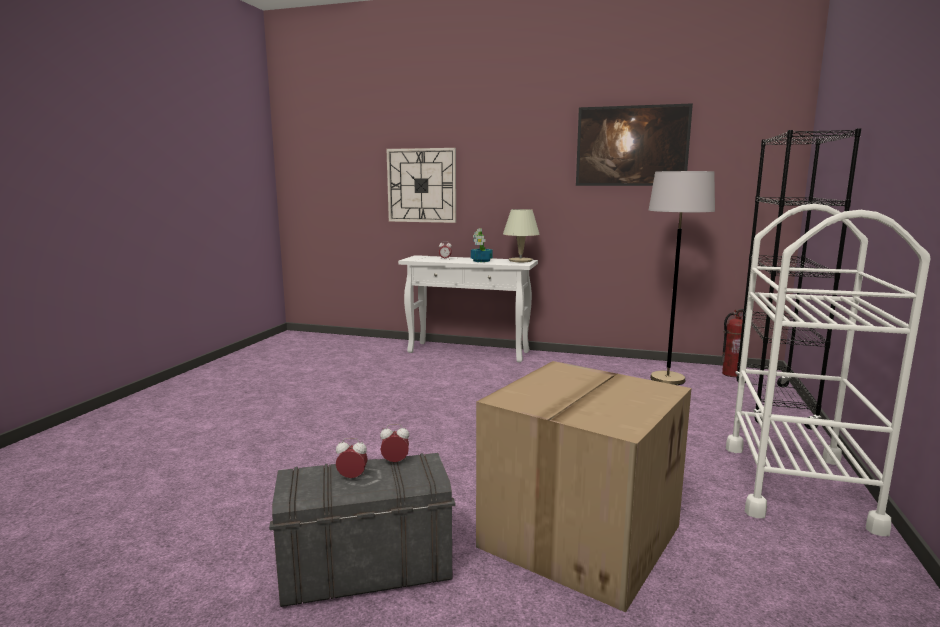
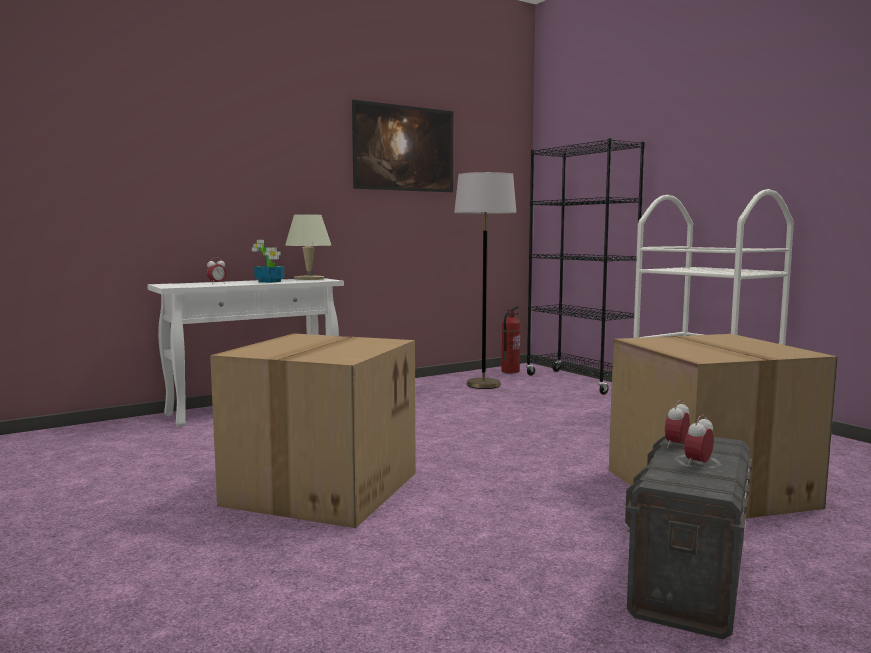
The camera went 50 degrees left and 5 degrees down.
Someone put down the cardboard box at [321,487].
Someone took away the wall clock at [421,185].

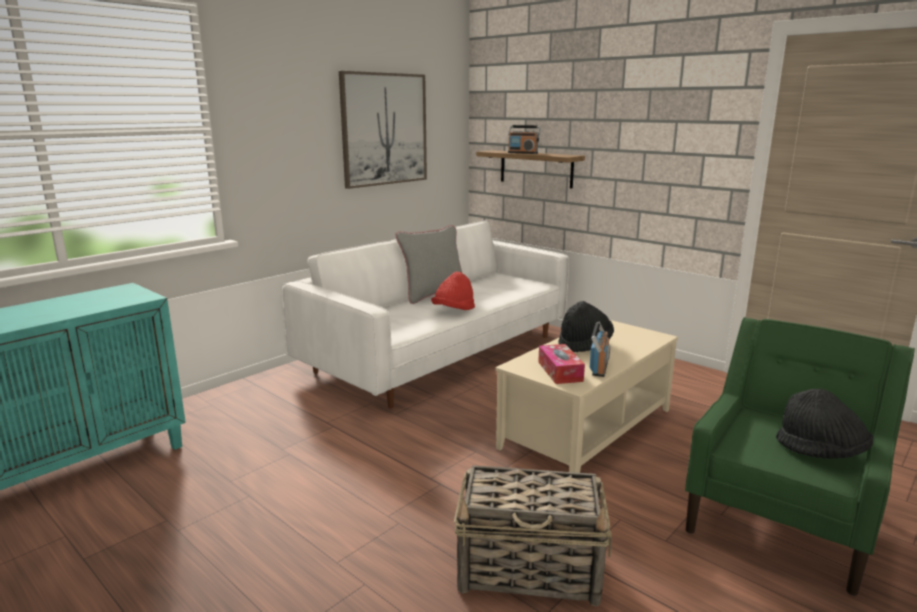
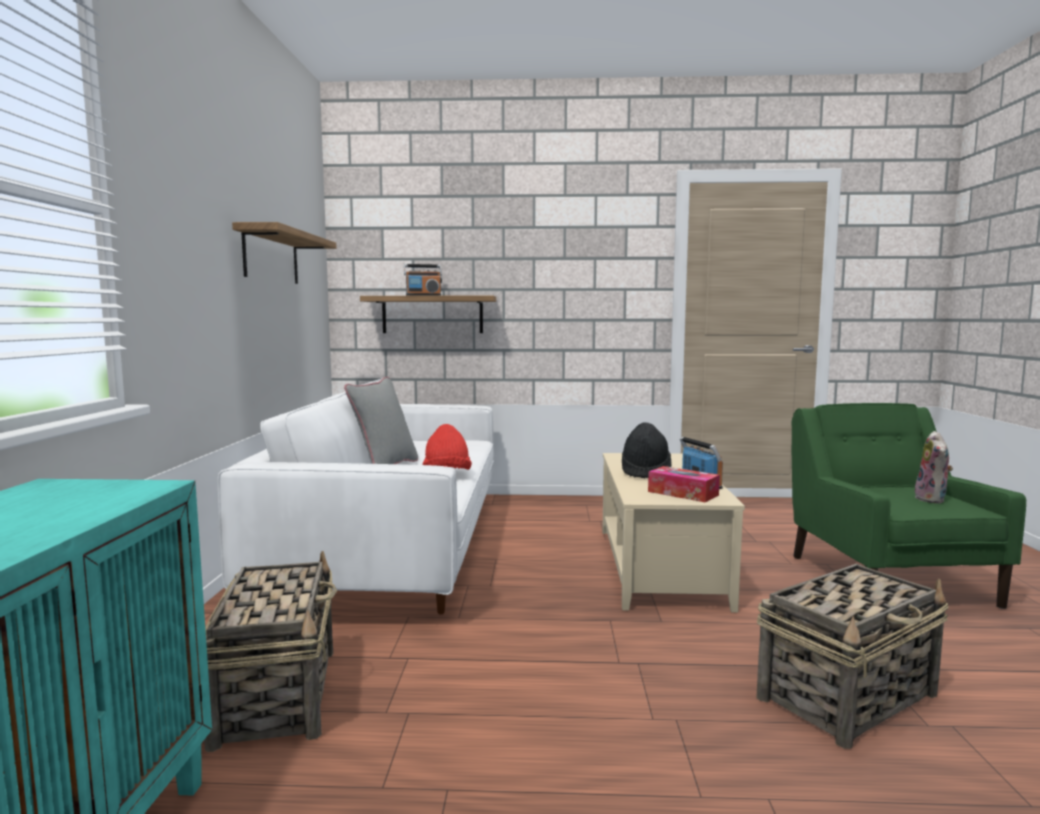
The camera went 40 degrees left and 10 degrees down.
Someone put down the basket at [278,694].
Someone swapped the picture at [384,129] for the shelf at [271,257].
Someone swapped the hat/black at [821,452] for the plush toy at [933,499].

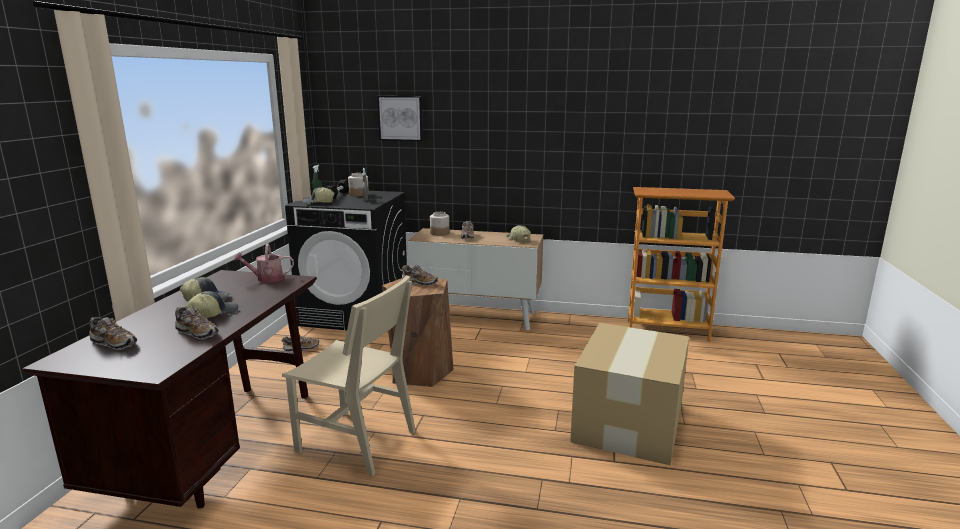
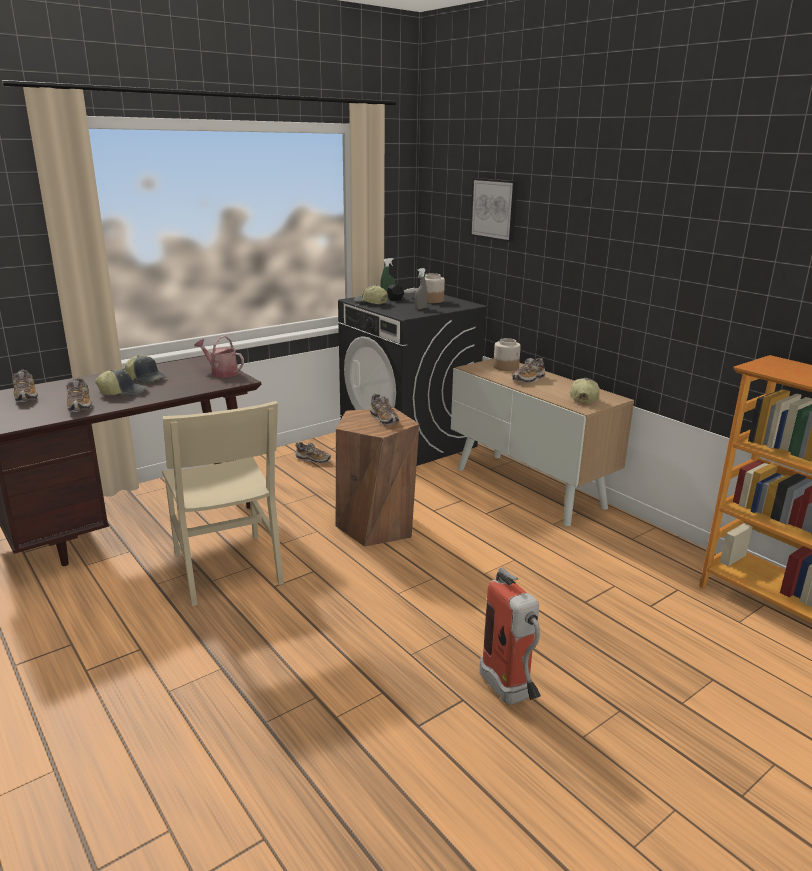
The camera went 40 degrees right and 5 degrees up.
Someone swapped the cardboard box at [629,422] for the fire extinguisher at [510,694].

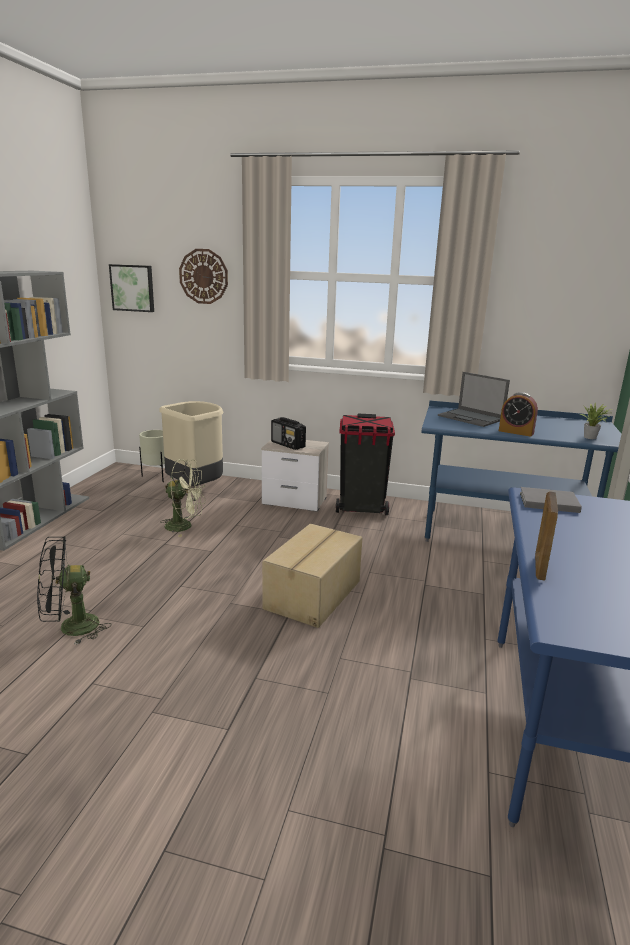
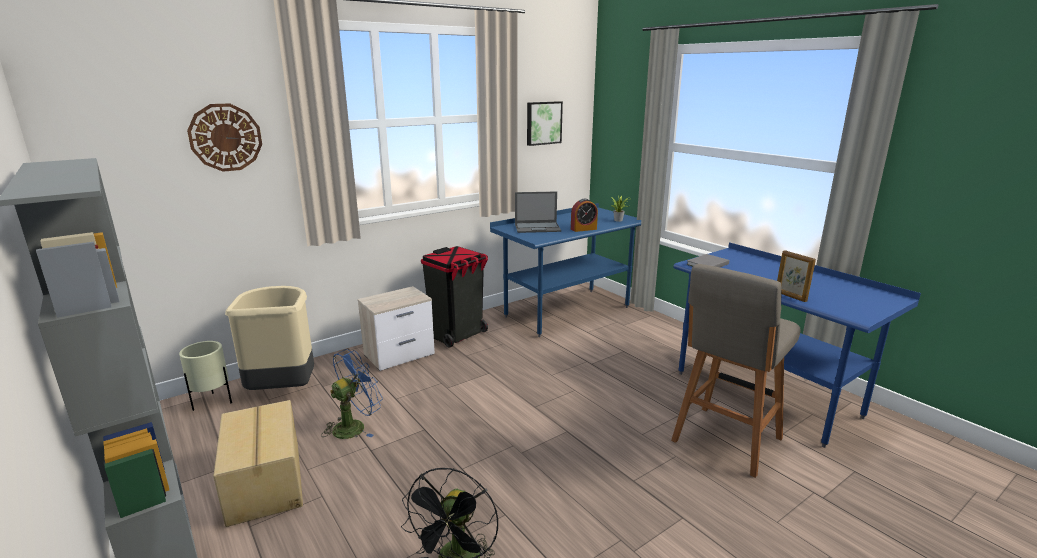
The camera went 50 degrees left and 0 degrees up.
Someone carried the cardboard box from [314,595] to [266,481].
Someone repainted the fan/green at [185,526], which became the fan/blue at [354,426].
Someone carried the picture from [133,288] to [543,123].
Someone put down the stool/grey at [725,441].
Someone took away the radio at [288,445].

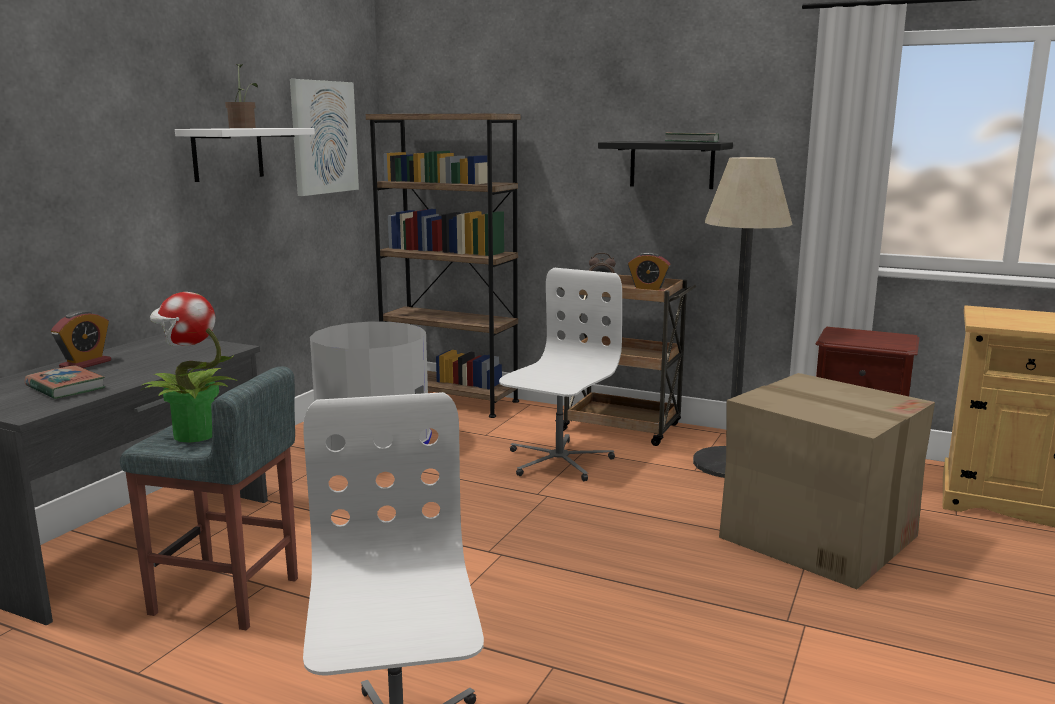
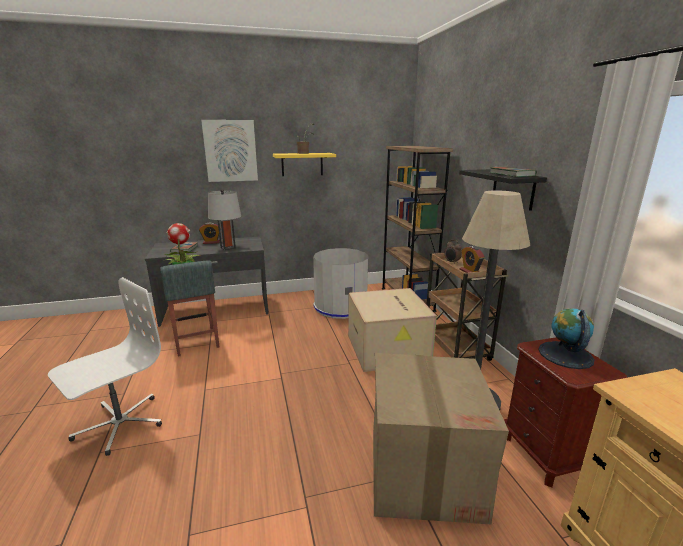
The camera went 50 degrees right and 5 degrees up.
Someone carried the picture from [323,137] to [230,151].
Someone put down the table lamp/grey at [228,247].
Someone repainted the shelf/white at [228,153], which became the shelf/yellow at [302,164].
Someone swapped the office chair/white at [558,461] for the cardboard box at [389,349].
Someone put down the globe at [565,355].

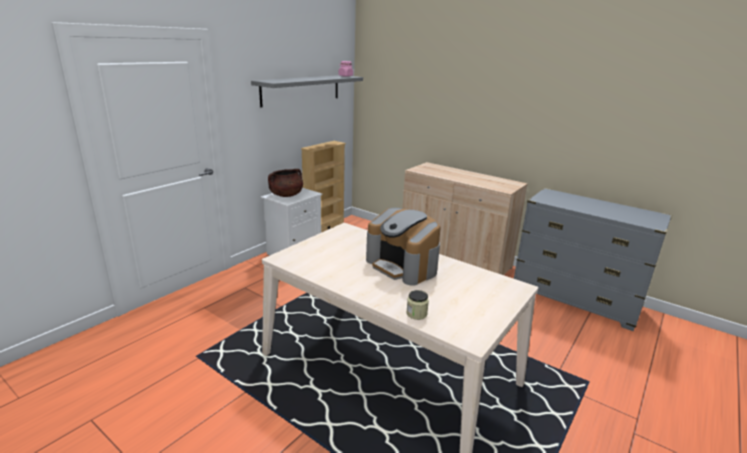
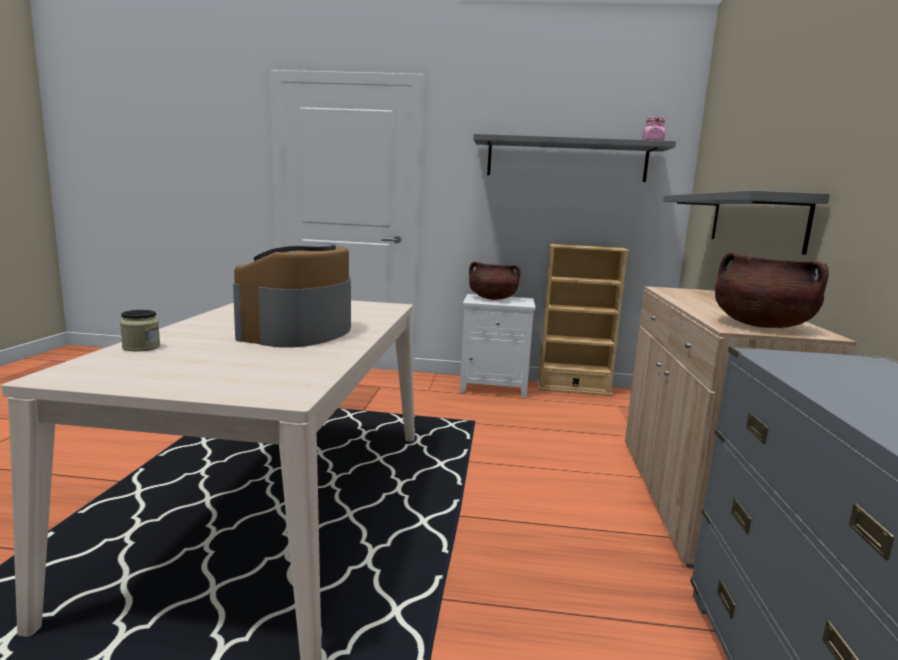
The camera went 60 degrees right and 10 degrees down.
Someone put up the shelf/grey at [754,220].
Someone put down the cooking pot/brown at [760,325].

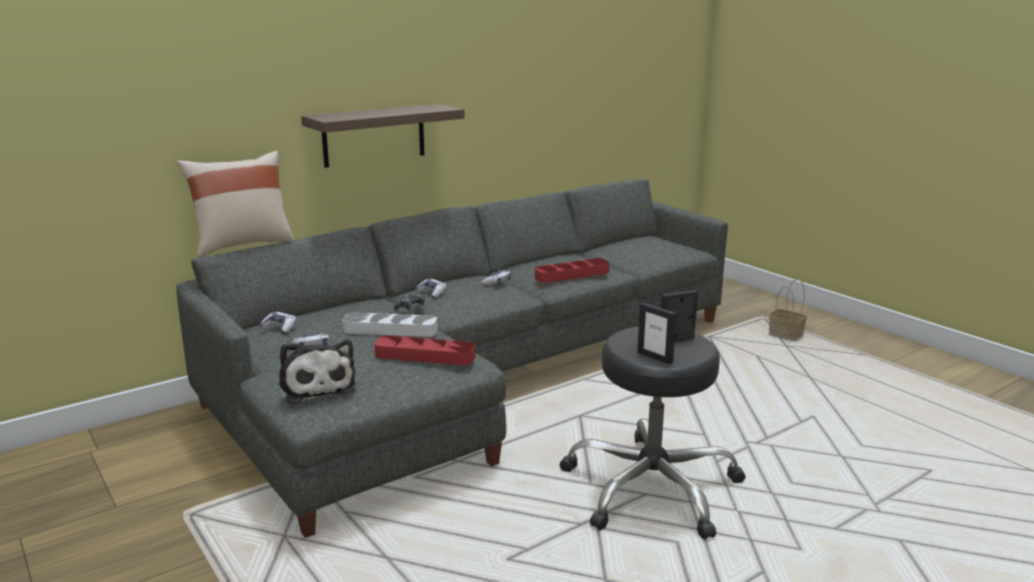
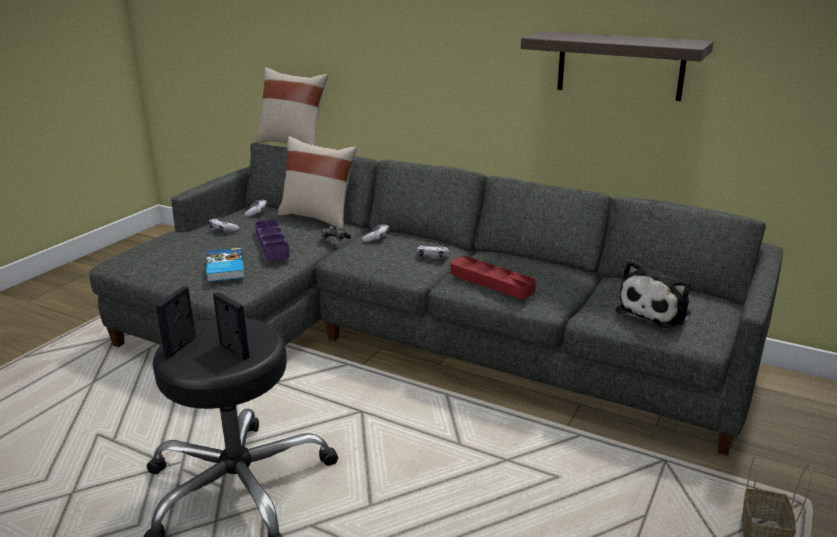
The camera went 65 degrees right and 5 degrees up.
Someone swapped the tray/red at [425,356] for the book at [224,268].
Someone repainted the tray/grey at [390,330], which became the tray/purple at [272,244].
Someone put down the pillow/beige at [318,217].
Someone carried the shelf from [374,135] to [620,65].
Someone carried the plush toy from [317,386] to [656,311].

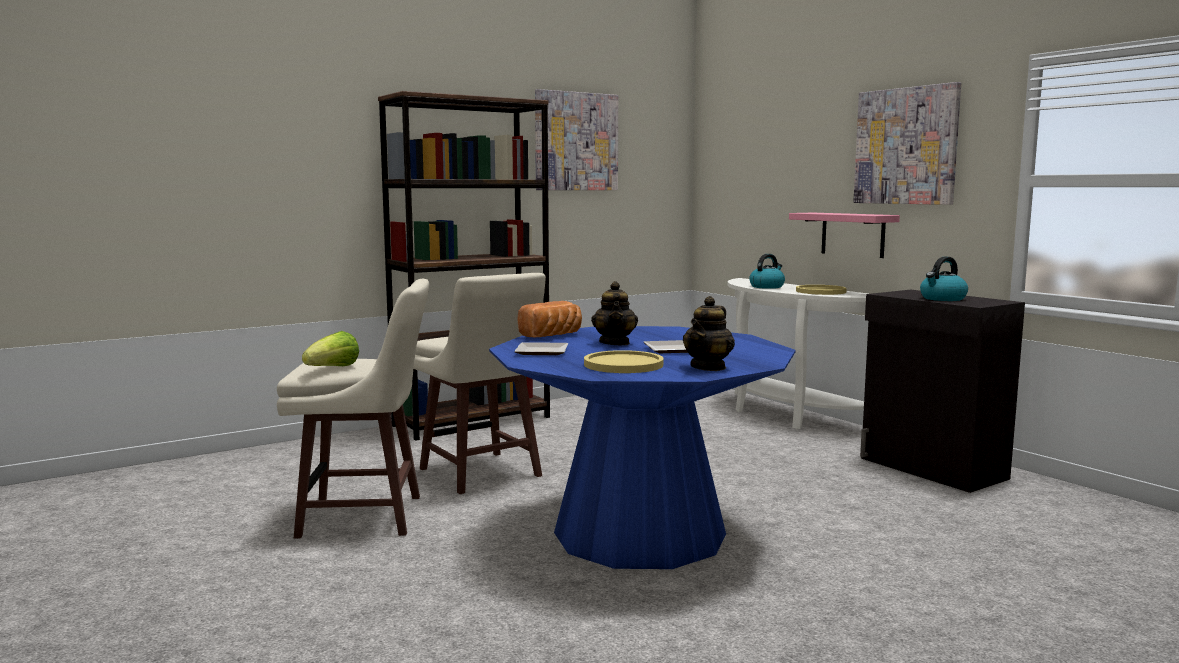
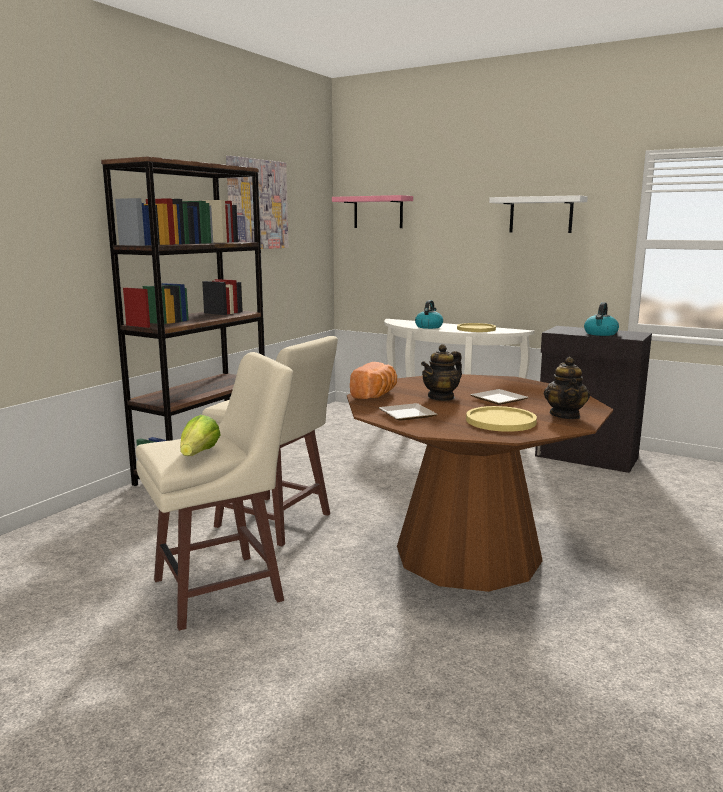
The camera went 25 degrees left and 5 degrees up.
Someone carried the shelf/pink from [853,234] to [378,212].
Someone repainted the dining table/blue at [639,533], which became the dining table/brown at [468,553].
Someone rotated the teapot at [615,343] by 75 degrees clockwise.
Someone swapped the picture at [906,146] for the shelf/white at [541,215].

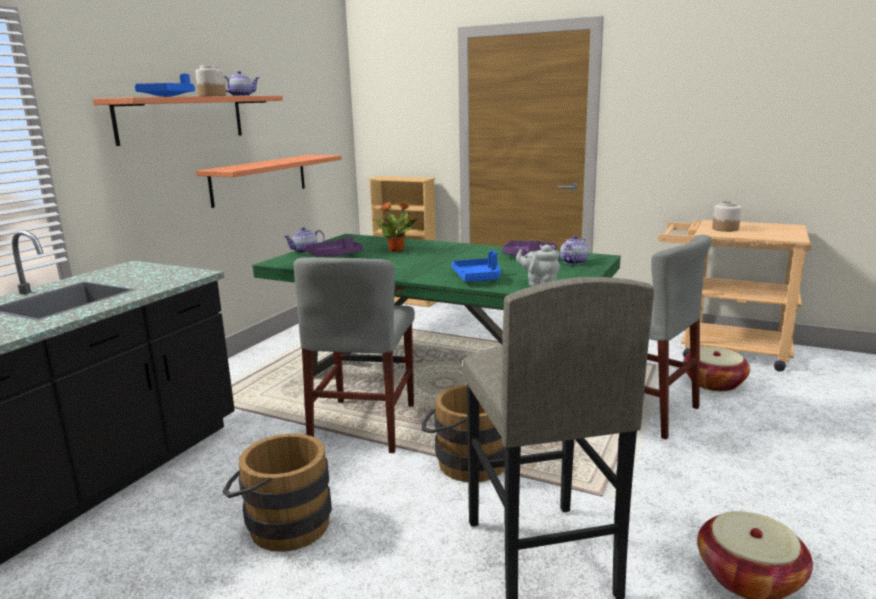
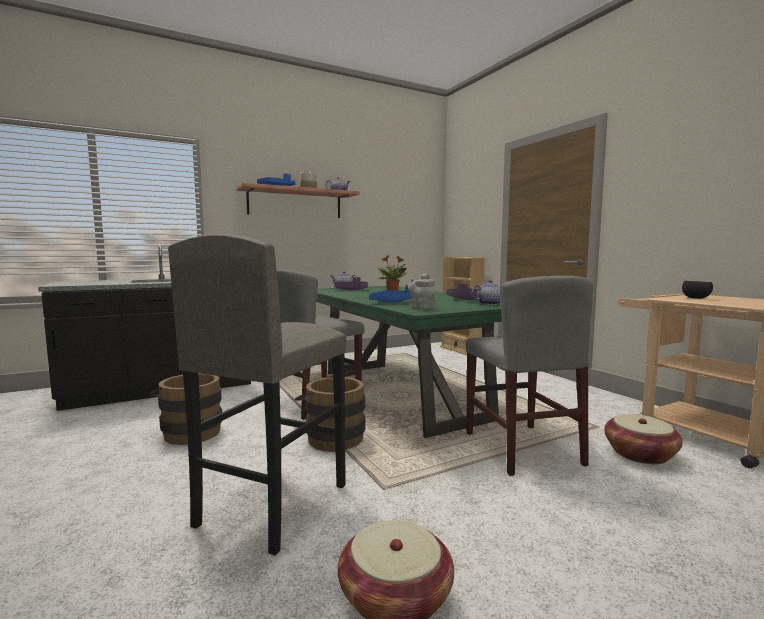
The camera went 35 degrees right and 10 degrees down.
Someone swapped the jar at [725,229] for the bowl/black at [696,298].
Someone took away the shelf at [260,179].

